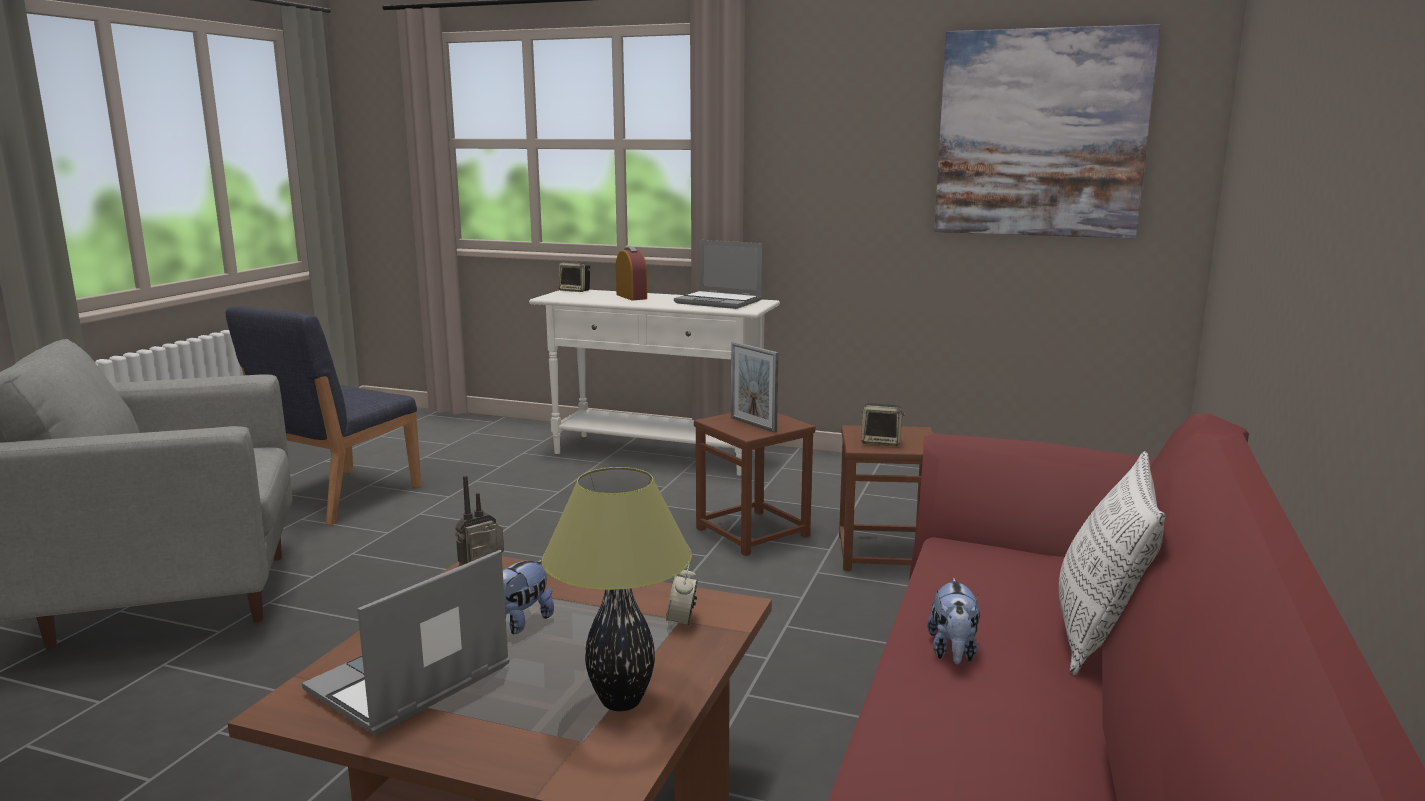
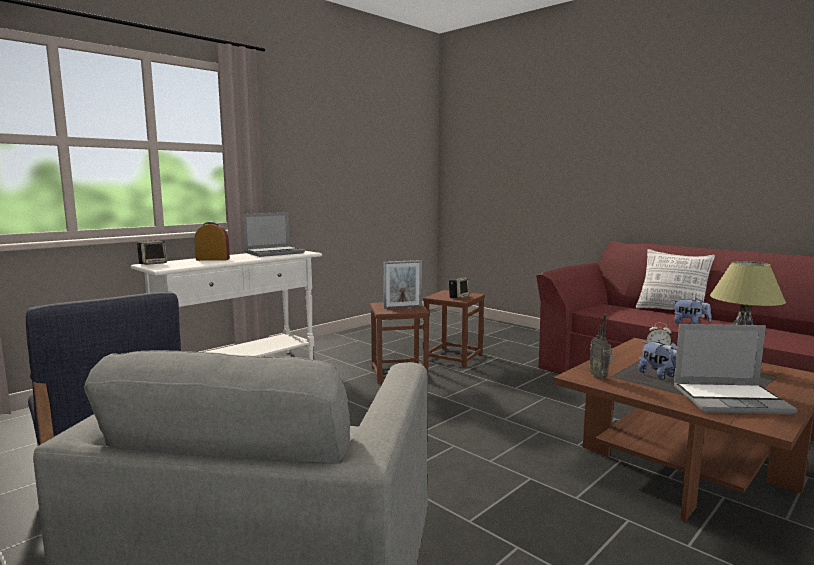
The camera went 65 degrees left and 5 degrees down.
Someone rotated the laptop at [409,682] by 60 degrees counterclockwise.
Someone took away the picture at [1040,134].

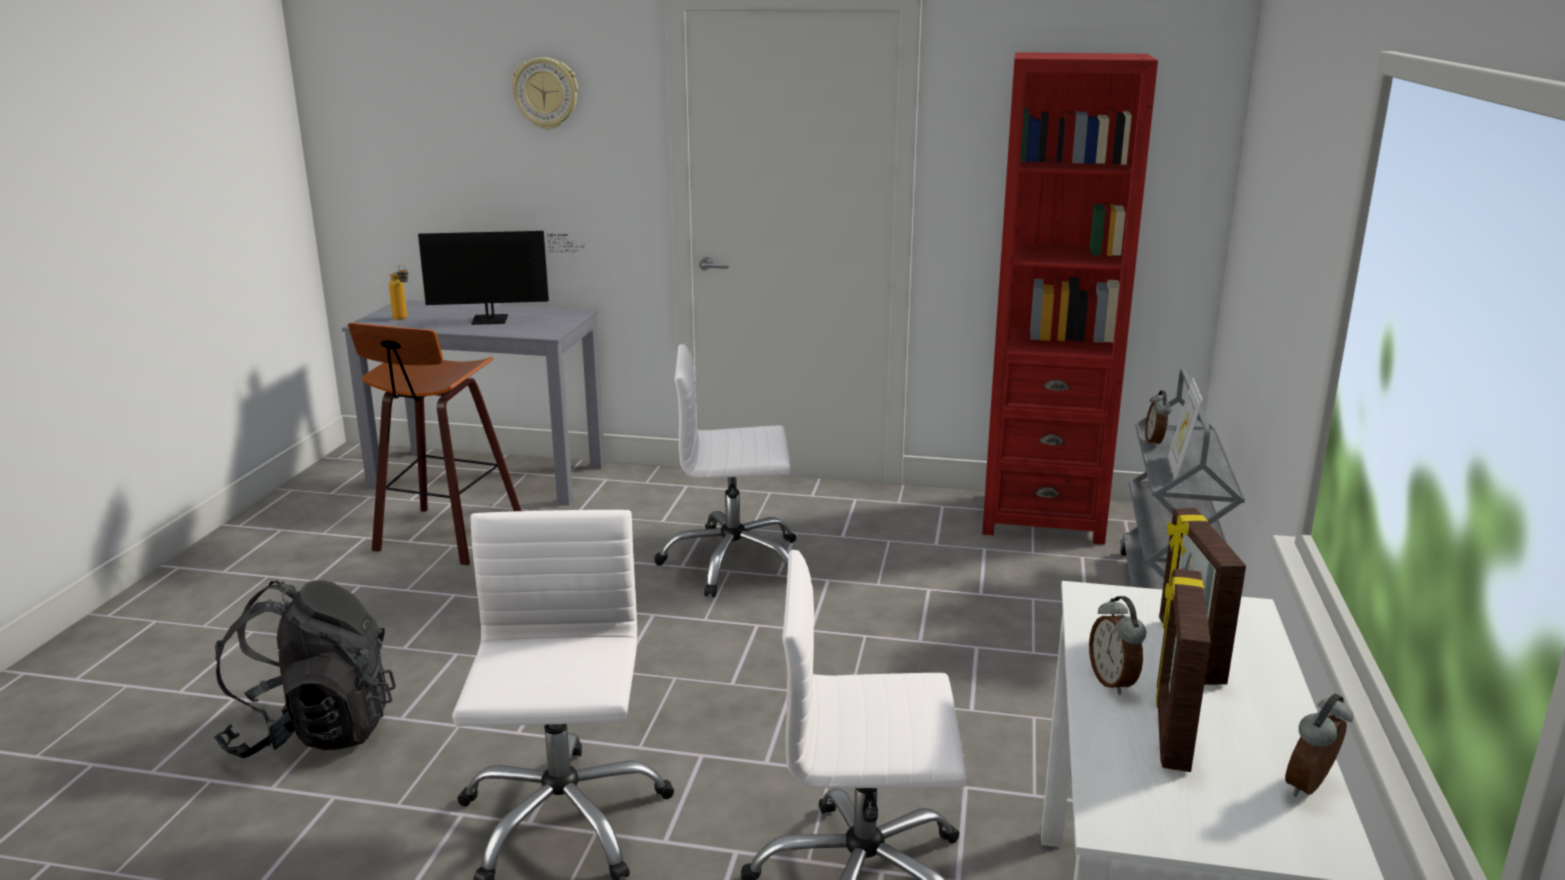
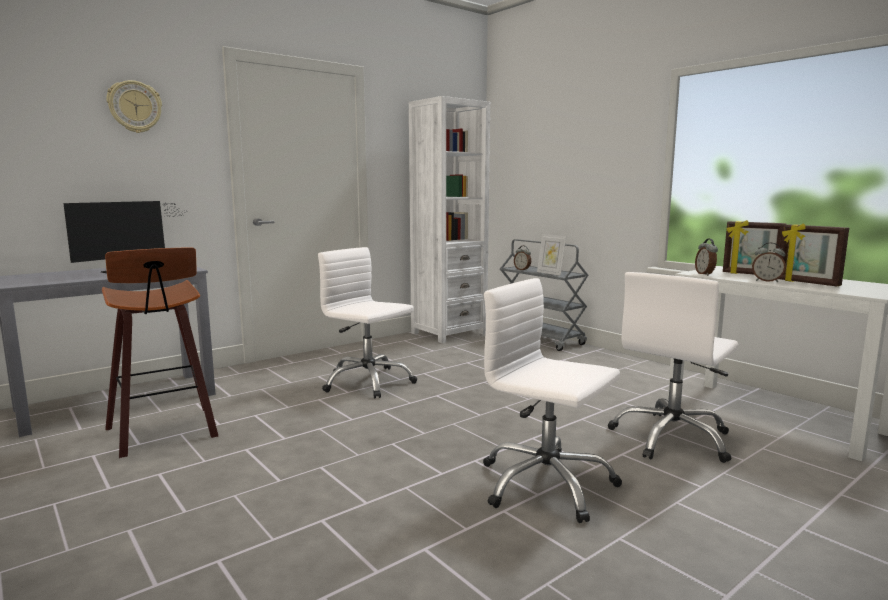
The camera went 50 degrees left and 10 degrees down.
Someone rotated the office chair/white at [732,562] by 90 degrees clockwise.
Someone repainted the bookcase/red at [1042,518], which became the bookcase/white at [448,333].
Someone carried the alarm clock from [1312,788] to [705,274].
Someone took away the backpack/black at [314,731].
Someone took away the bottle at [403,319].

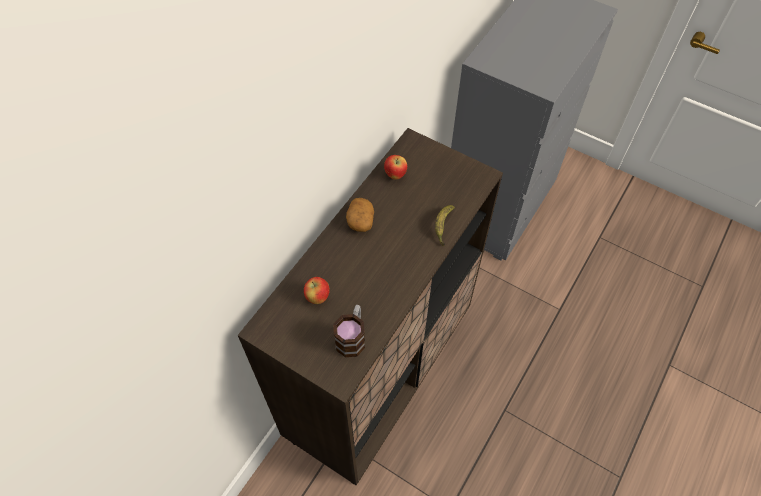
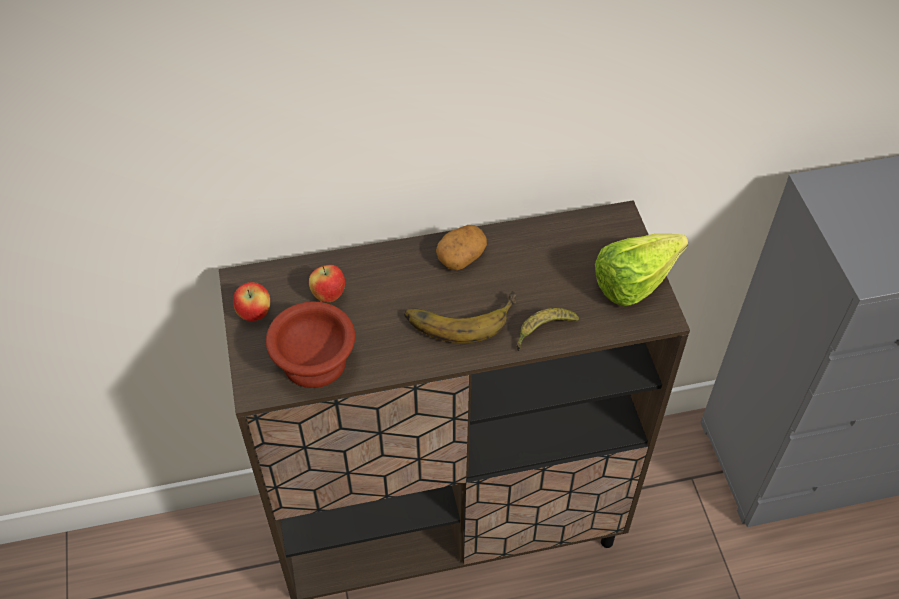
The camera went 45 degrees right and 5 degrees down.
Someone carried the apple from [395,175] to [255,313].
Someone swapped the mug at [352,337] for the bowl/brown at [315,360].
Someone put down the banana at [459,314].
Someone put down the lettuce at [642,281].

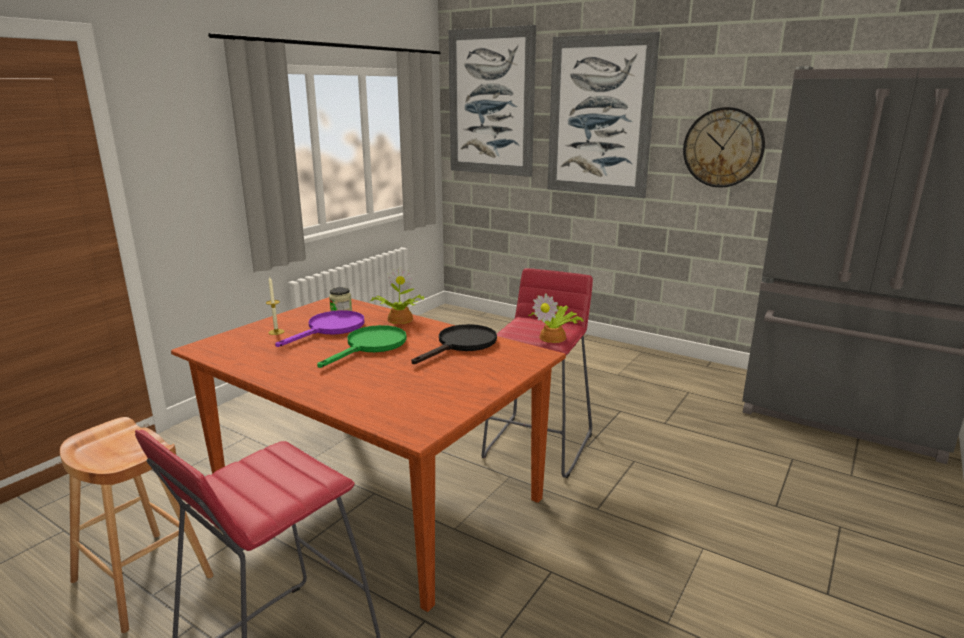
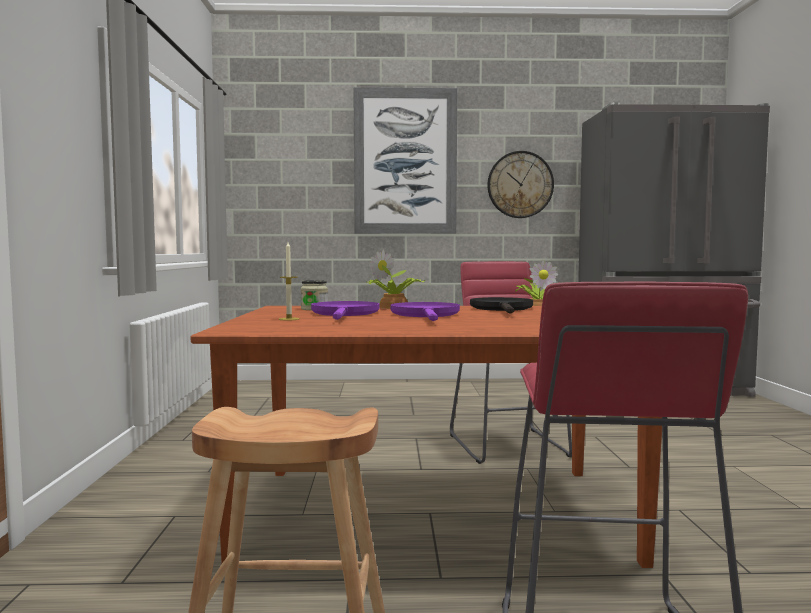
The camera went 35 degrees left and 15 degrees down.
Someone repainted the frying pan/green at [371,346], which became the frying pan/purple at [426,315].
Someone took away the picture at [490,103].

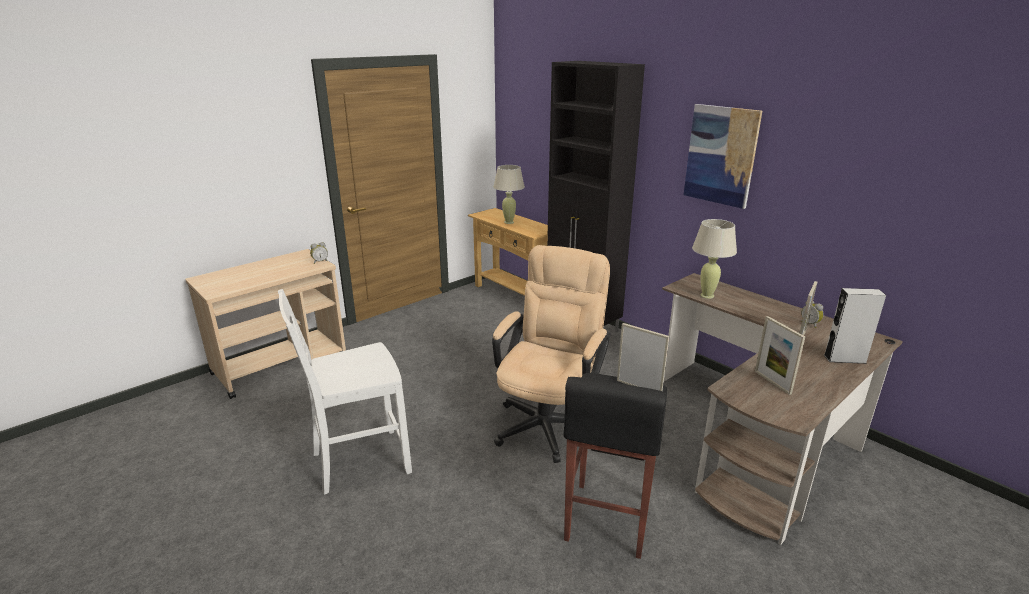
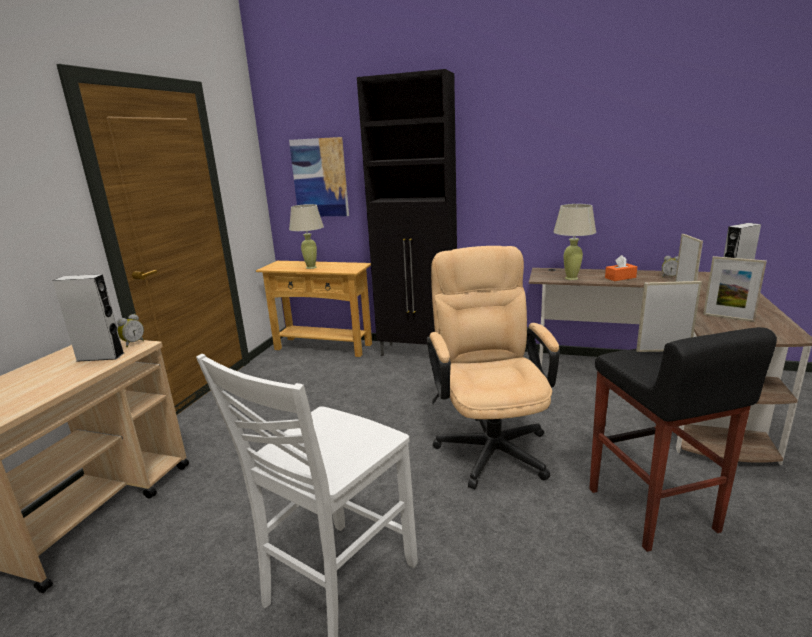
The camera went 30 degrees left and 5 degrees down.
Someone put down the speaker/grey at [100,357].
Someone carried the picture from [721,155] to [320,178].
Someone put down the tissue box/orange at [620,277].

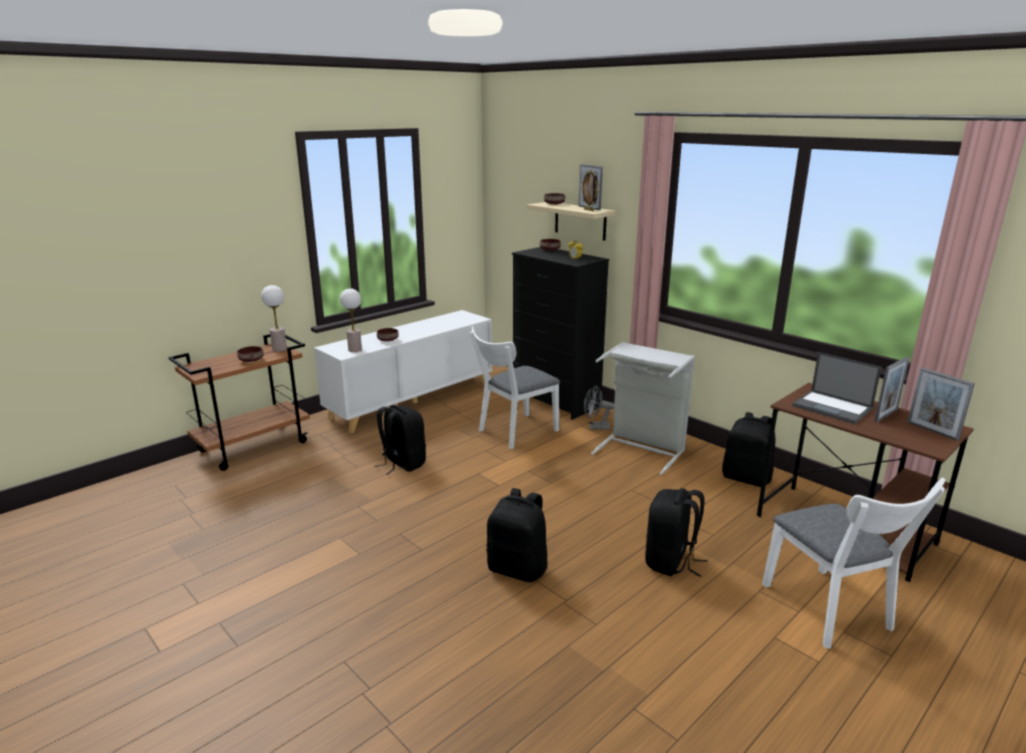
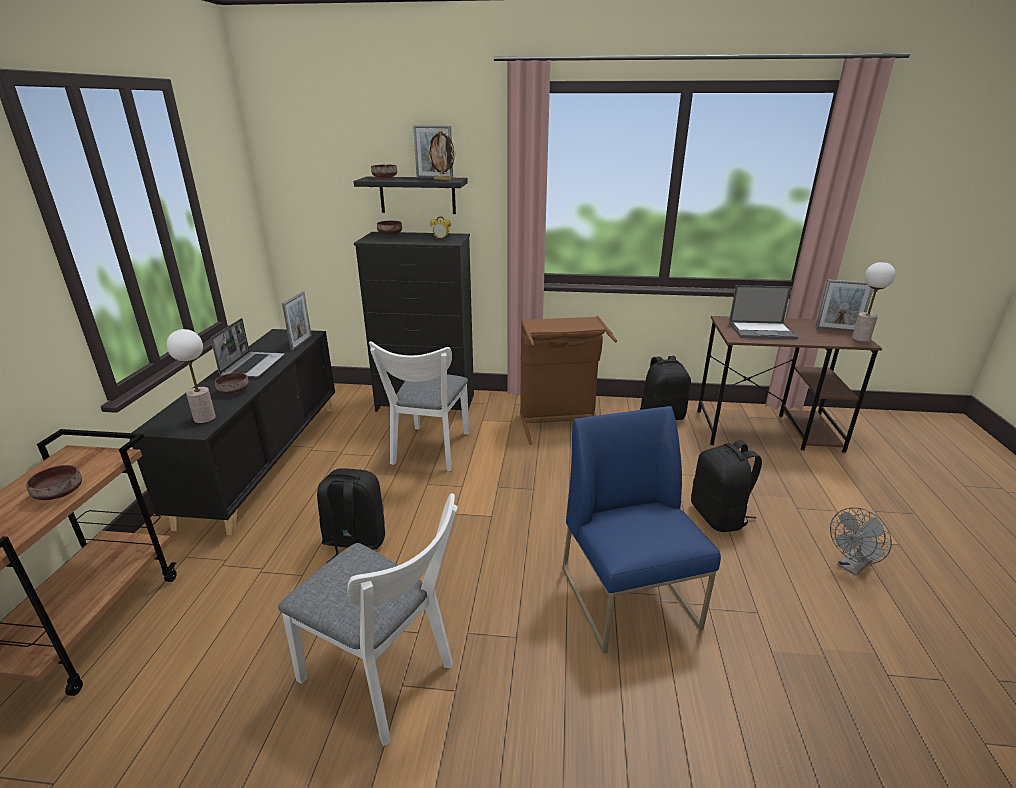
The camera went 40 degrees left and 5 degrees up.
Someone repainted the cabinet/white at [412,401], which became the cabinet/black at [265,459].
Someone put down the laptop at [253,366].
Someone carried the chair/white from [831,612] to [384,678].
Someone carried the picture frame from [886,415] to [301,343].
Someone repainted the shelf/beige at [580,221], which became the shelf/black at [417,195].
Someone repainted the laundry basket/grey at [642,449], which became the laundry basket/brown at [560,422].
Someone swapped the backpack/black at [518,569] for the chair/blue at [630,598].
Someone carried the fan/grey from [596,427] to [851,567].
Someone carried the table lamp from [279,349] to [860,338].

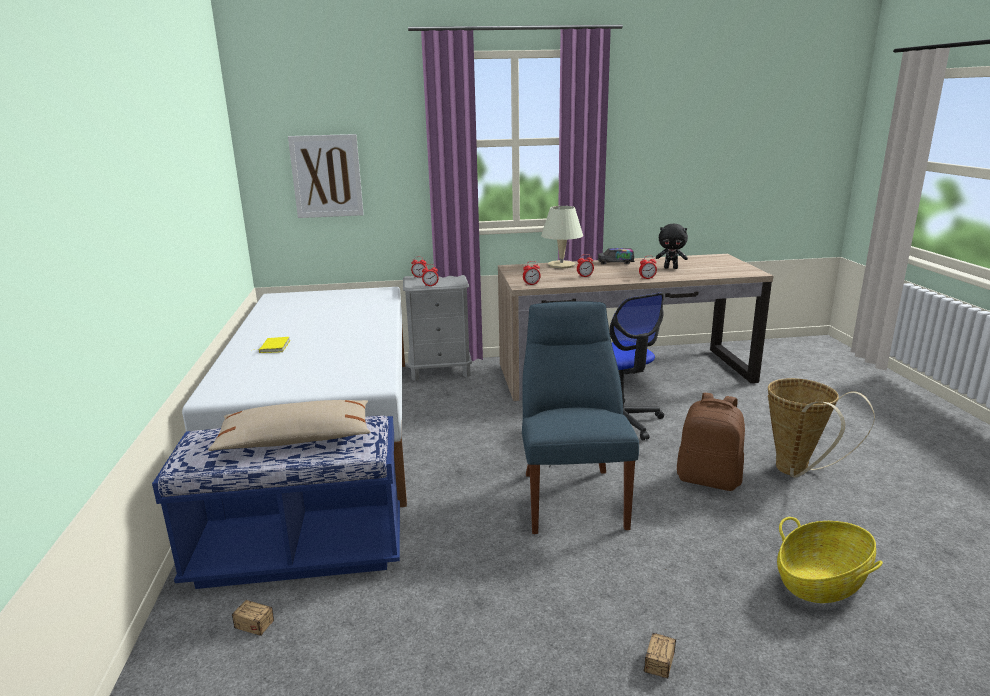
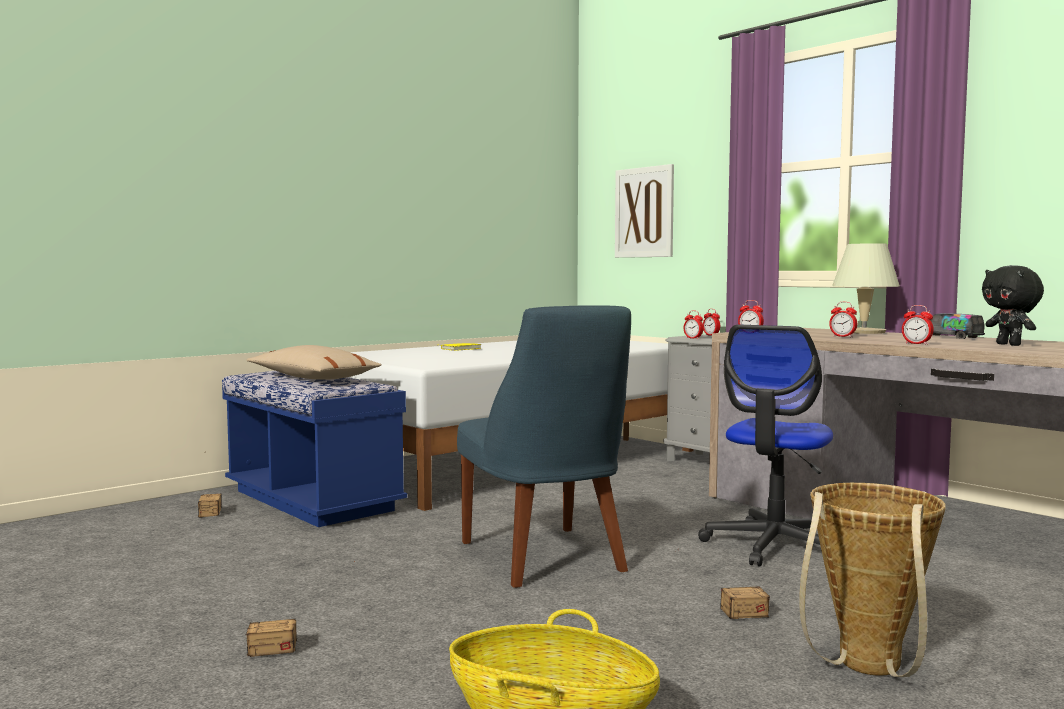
The camera went 55 degrees right and 15 degrees down.
Someone rotated the chair/blue at [572,496] by 105 degrees clockwise.
Someone swapped the backpack/brown at [709,479] for the storage box at [718,615].

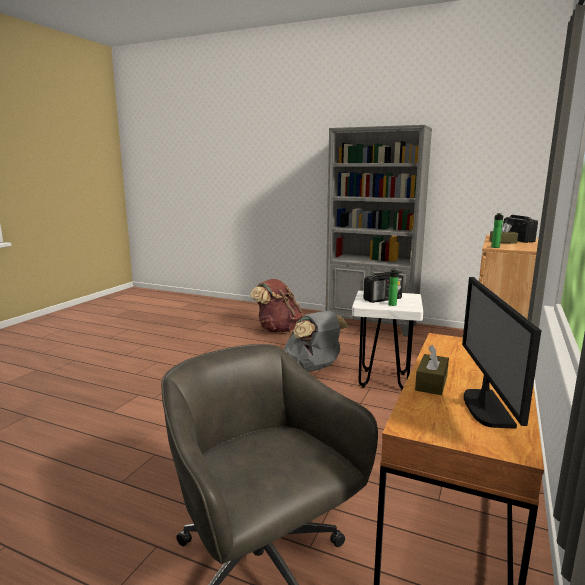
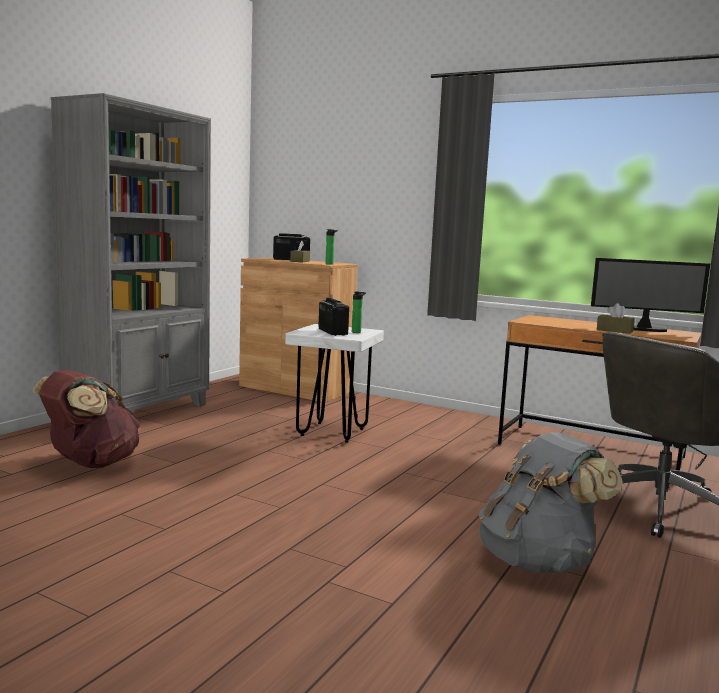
The camera went 85 degrees left and 5 degrees down.
Someone carried the backpack/grey from [313,368] to [538,561].

